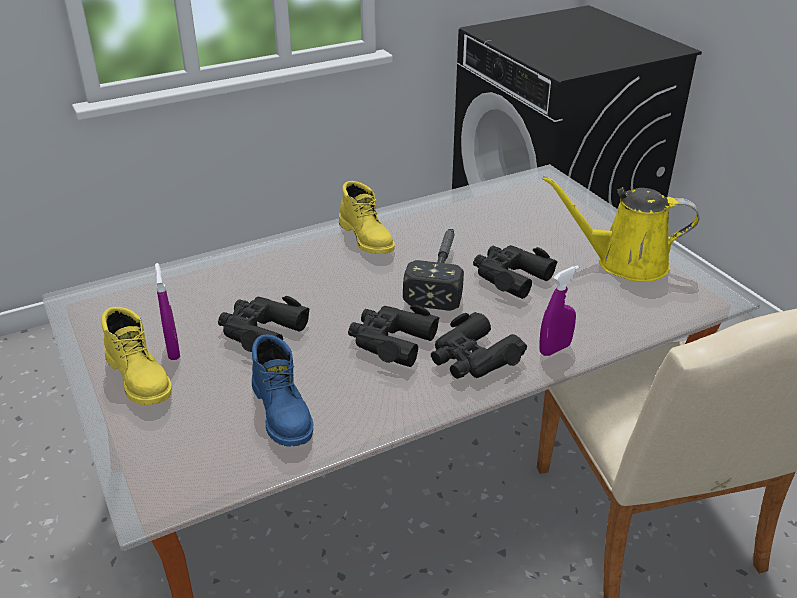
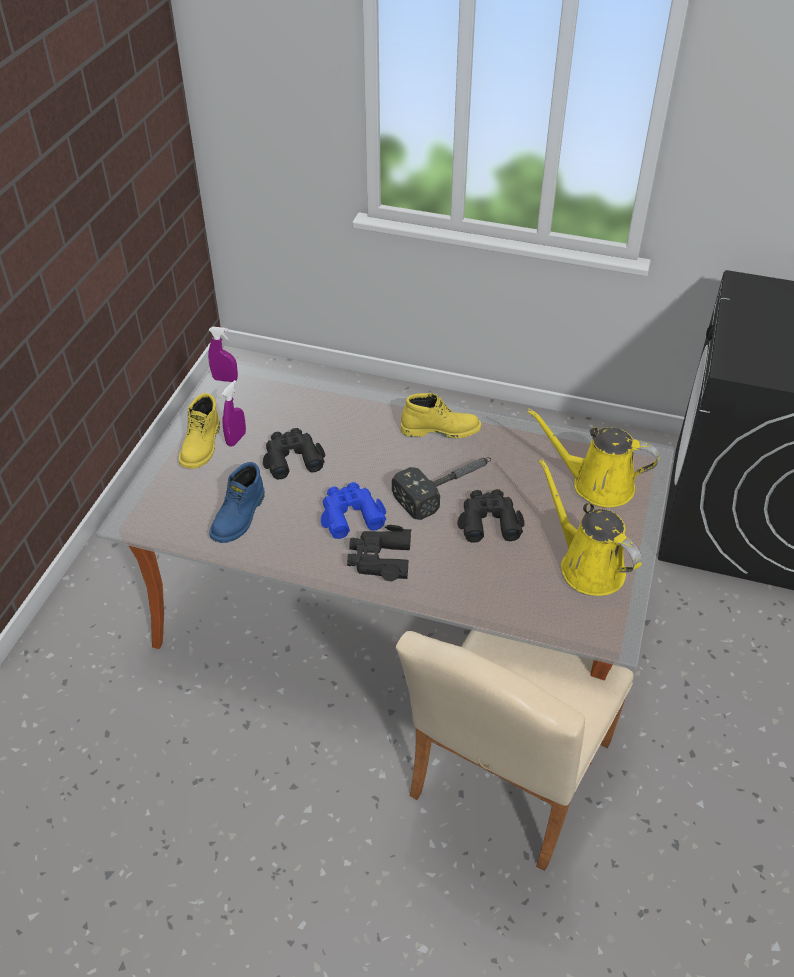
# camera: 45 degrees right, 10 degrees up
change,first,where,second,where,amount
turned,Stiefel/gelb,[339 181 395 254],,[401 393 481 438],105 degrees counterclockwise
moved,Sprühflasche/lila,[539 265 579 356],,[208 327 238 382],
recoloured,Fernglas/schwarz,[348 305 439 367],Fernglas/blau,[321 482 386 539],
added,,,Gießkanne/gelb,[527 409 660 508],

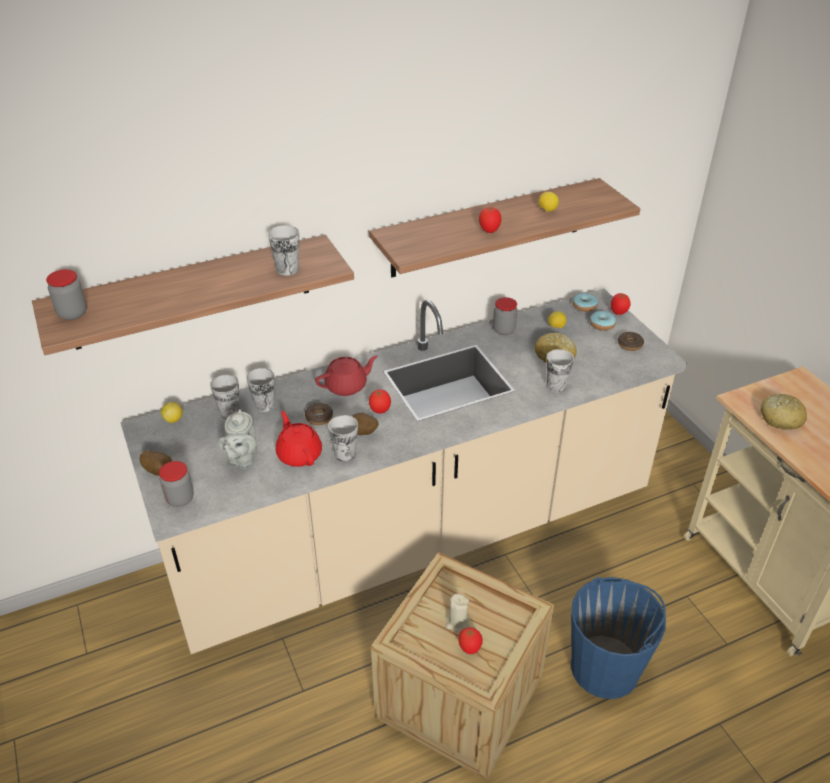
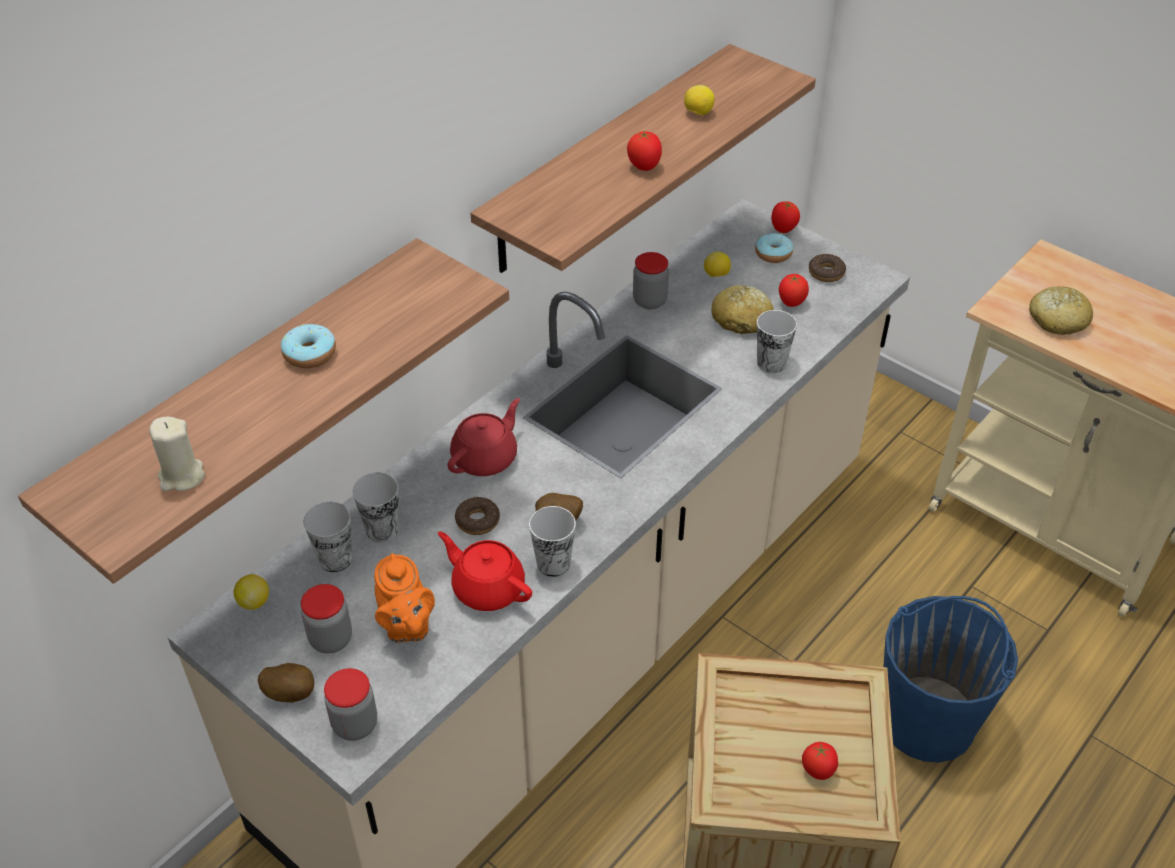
# camera: 25 degrees left, 5 degrees up
change,first,where,second,where,amount
removed,Tasse,[268 225 299 276],,,
moved,Vorratsglas,[46 269 87 320],,[301 584 352 653],
moved,Donut,[573 293 598 312],,[281 324 336 368],
moved,Tomate,[369 390 391 414],,[779 274 809 307],
recoloured,Teekanne/grau,[218 409 257 469],Teekanne/orange,[374 553 435 643],
moved,Kerze/beige,[446 594 470 632],,[150 417 205 491],

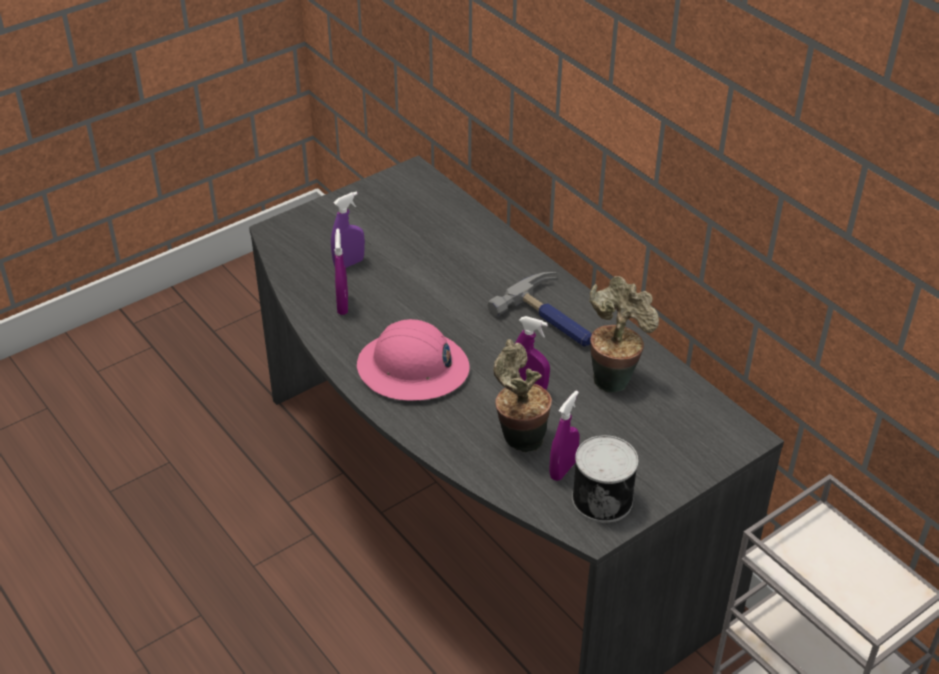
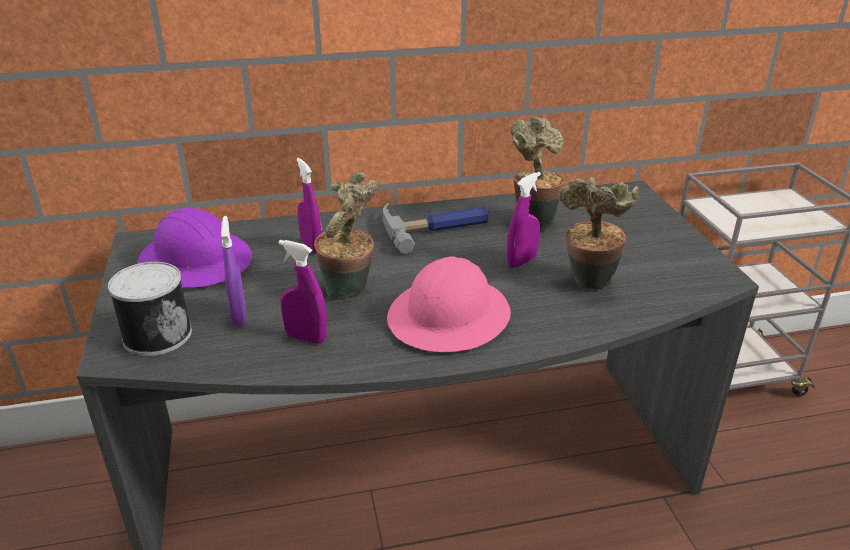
# camera: 65 degrees left, 10 degrees down
change,first,where,second,where,amount
moved,Sprühflasche/lila,[549 390 580 481],,[296 158 322 254],
moved,Dose,[572 435 638 523],,[108 262 192 356],
added,,,Topfpflanze,[314 172 378 298],
added,,,Schutzhelm/lila,[137 207 252 288],

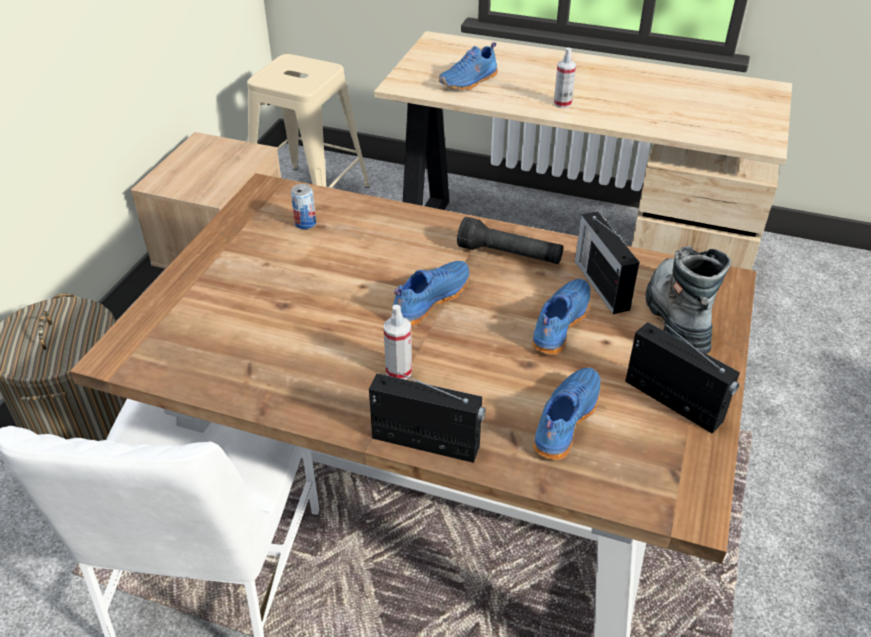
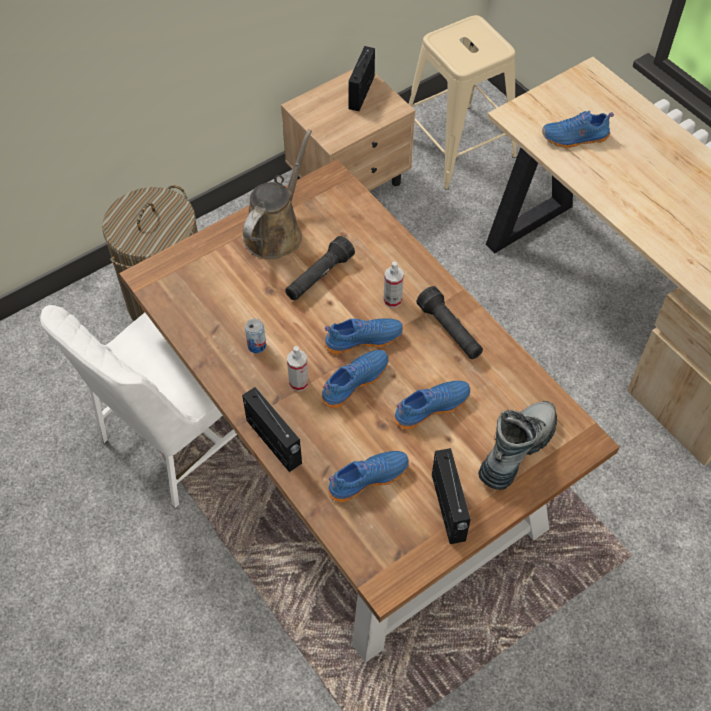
# camera: 35 degrees right, 15 degrees up
change,first,where,second,where,amount
moved,Sprühflasche,[554 47 576 108],,[383 261 404 308],
moved,Dose,[291 184 316 229],,[245 319 266 353],
moved,Radio,[575 211 639 314],,[348 46 375 111],
added,,,Gießkanne/braun,[243 130 312 259],
added,,,Taschenlampe/schwarz,[285 236 355 300],
added,,,Schuh/blau,[321 350 389 408],

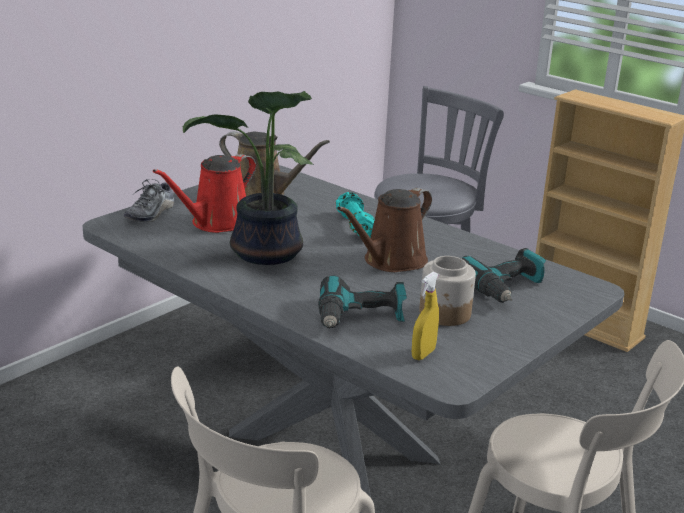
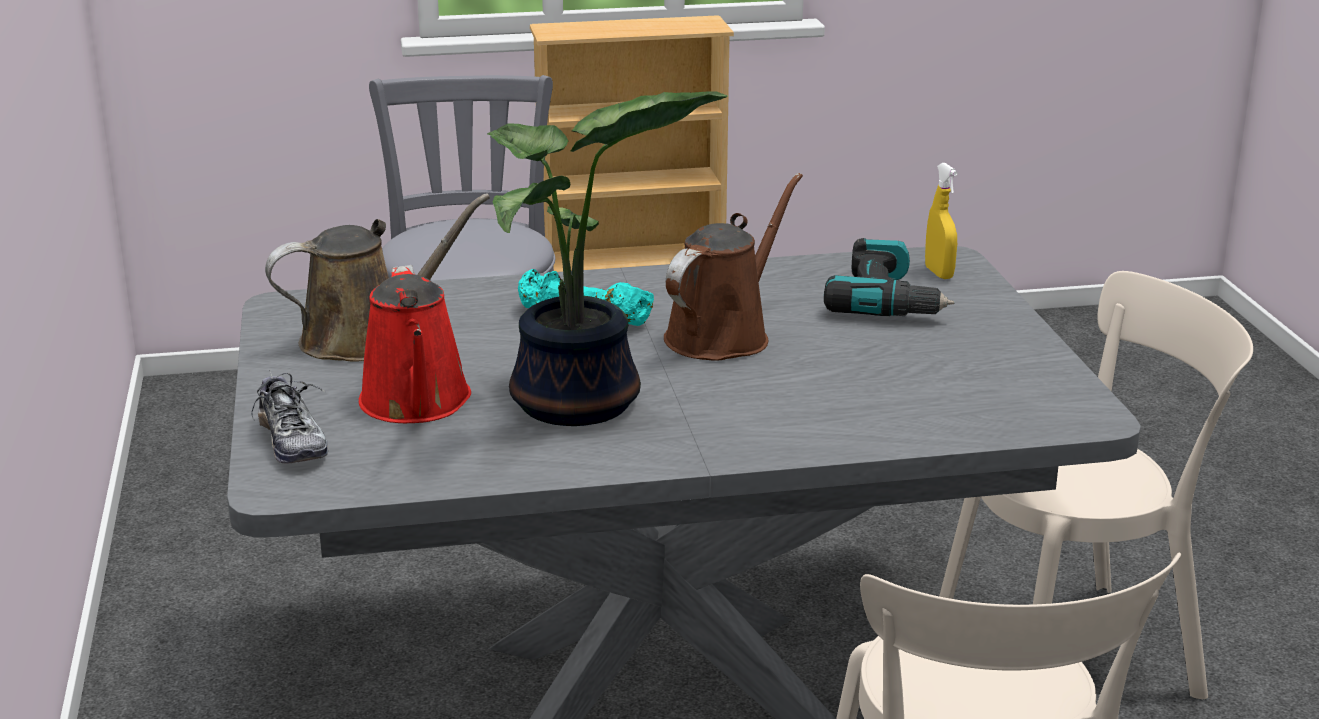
# camera: 50 degrees left, 0 degrees up
change,first,where,second,where,amount
turned,Gießkanne/braun,[337 188 432 272],,[664 173 803 361],135 degrees counterclockwise
removed,Vorratsglas,[419 256 476 326],,,
moved,Sprühflasche/gelb,[412 272 439 360],,[925 163 957 279],
removed,Bohrmaschine,[318 275 407 328],,,

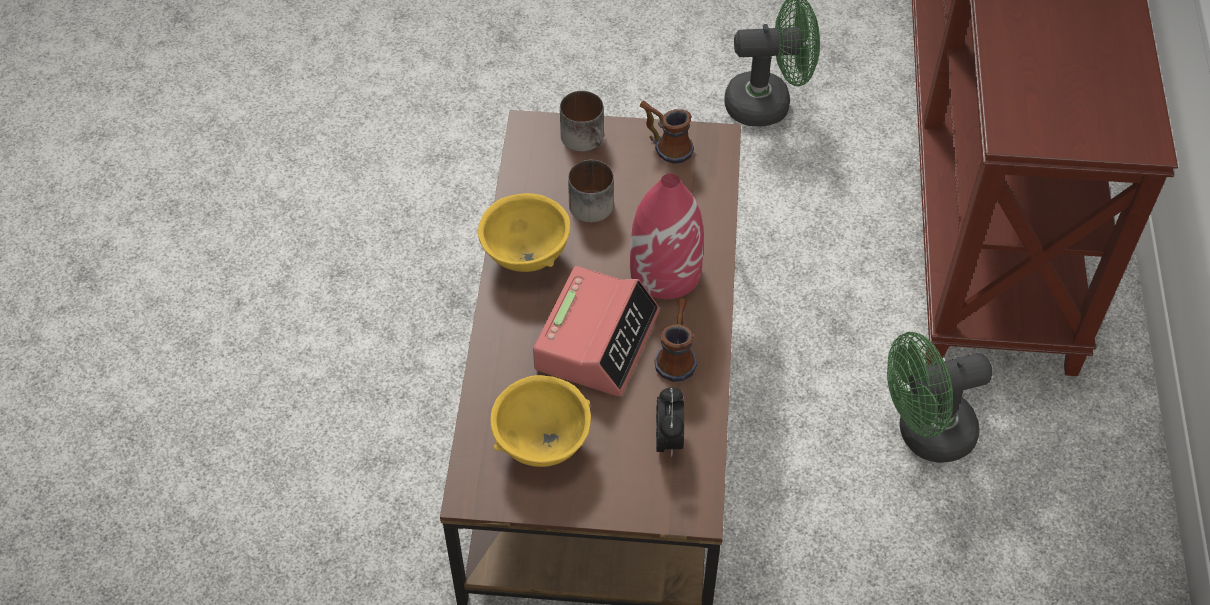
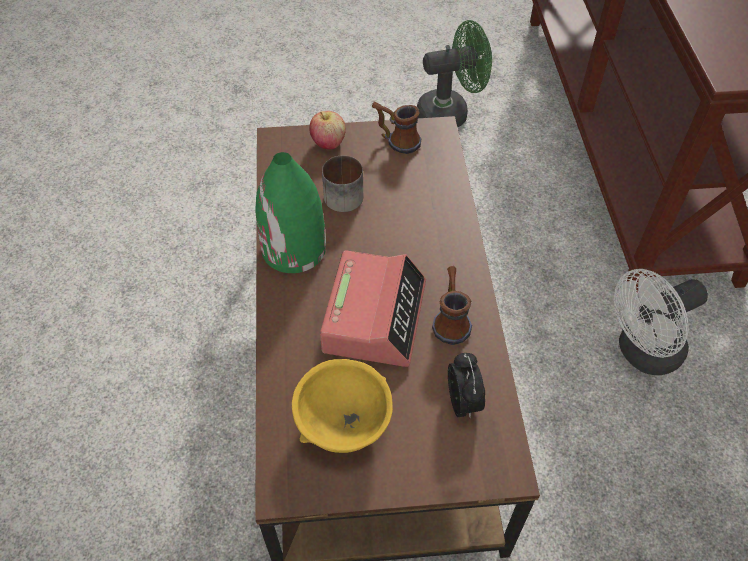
# camera: 10 degrees left, 0 degrees up
change,first,where,second,where,amount
replaced,Henkelbecher,[560 91 604 152],Apfel,[309 111 346 149],
removed,Vase/rot,[630 174 704 299],,,
replaced,Schüssel/gelb,[478 193 570 272],Vase/grün,[255 152 326 273],
recoloured,Ventilator/grün,[887 332 993 463],Ventilator/weiß,[614 269 708 375],

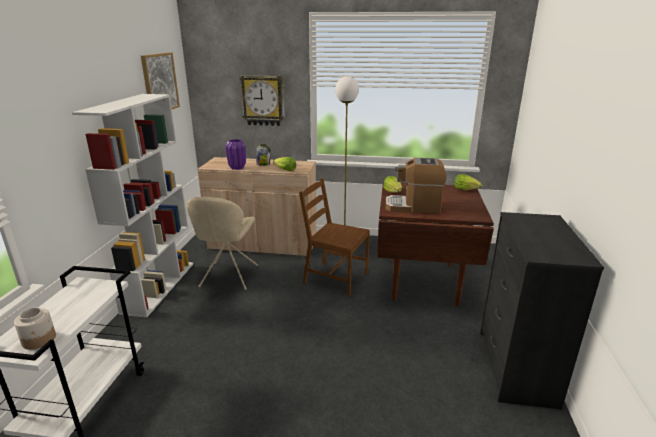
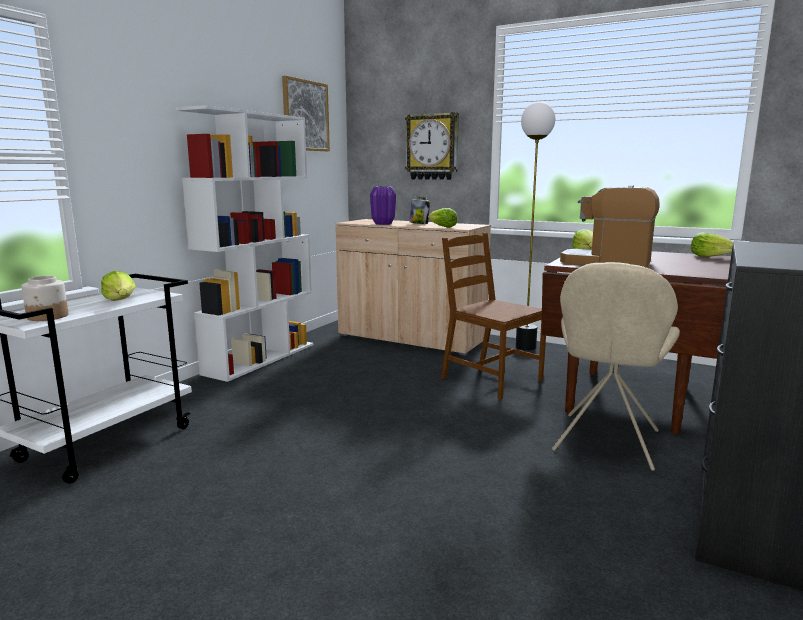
# camera: 20 degrees right, 10 degrees down
change,first,where,second,where,amount
moved,Stuhl/beige,[187 197 258 290],,[552 262 680 471],
added,,,Salatkopf,[101 271 136 301],

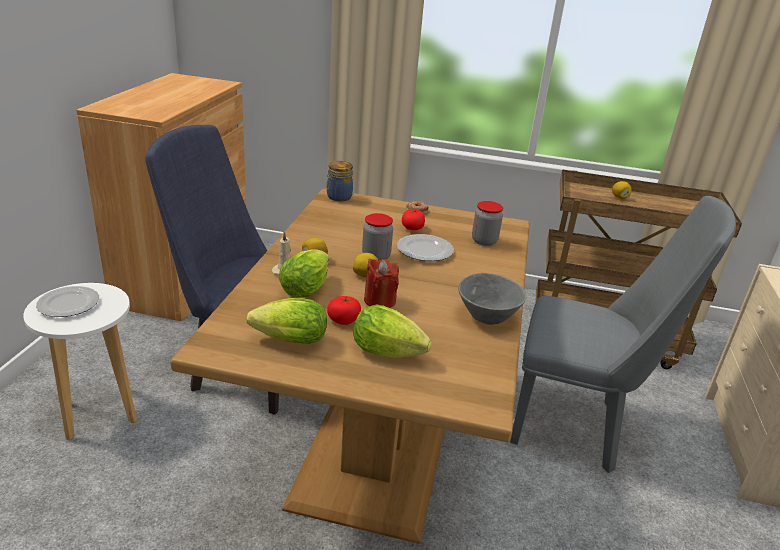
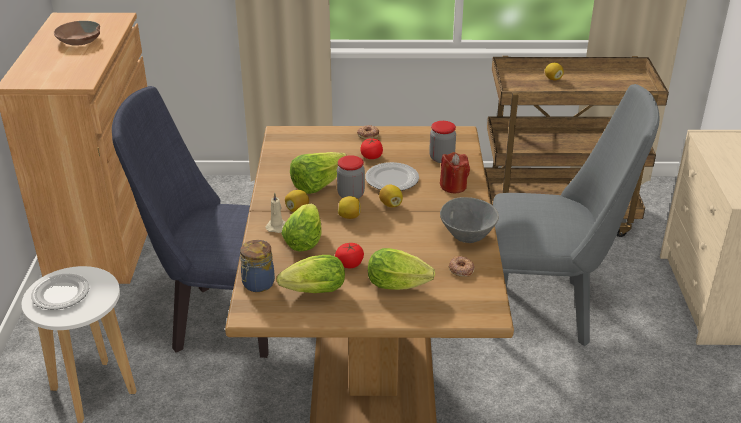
# camera: 10 degrees left, 5 degrees up
change,first,where,second,where,amount
moved,Vorratsglas,[326 161 353 201],,[240 240 275 292],
moved,Kerze/rot,[364 259 399 308],,[440 152 470 193],
added,,,Schüssel/braun,[54 21 100 46],
added,,,Salatkopf,[290 152 347 194],
added,,,Zitrone,[379 185 403 207],
added,,,Donut,[448 256 475 277],

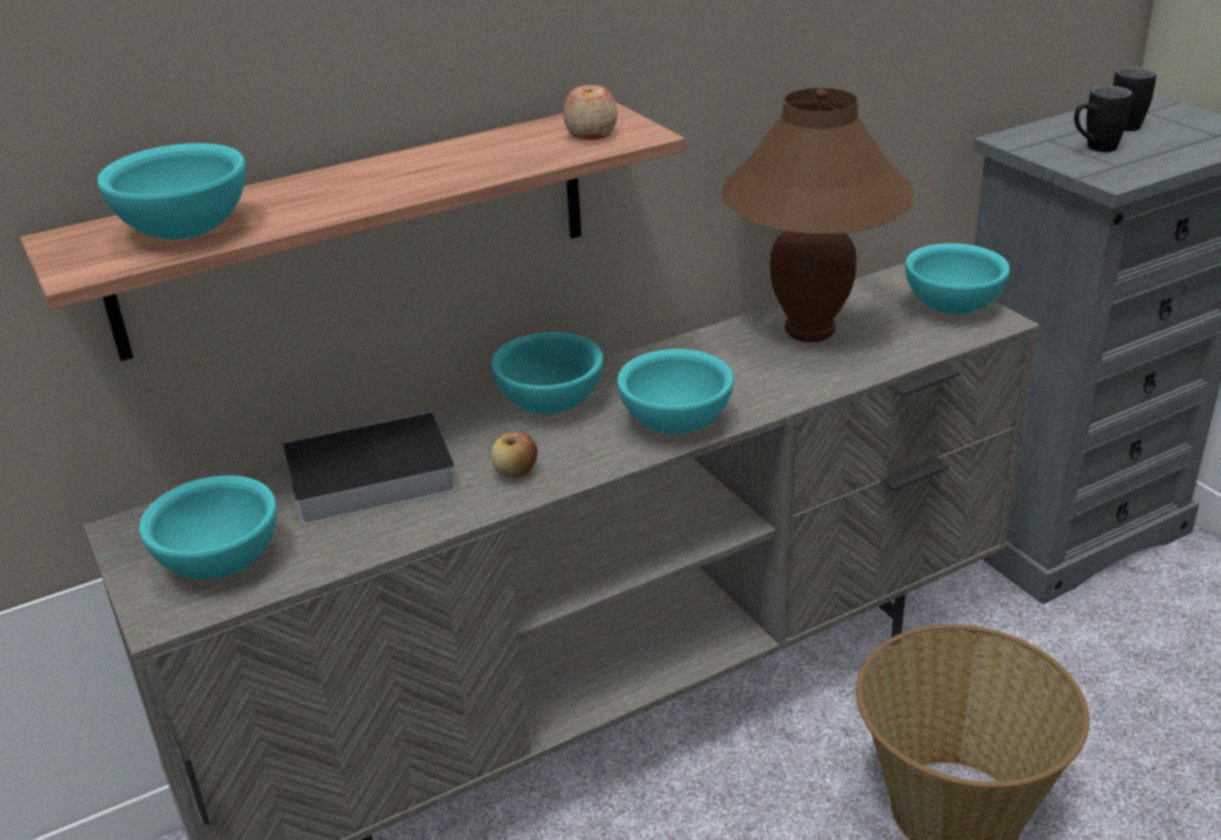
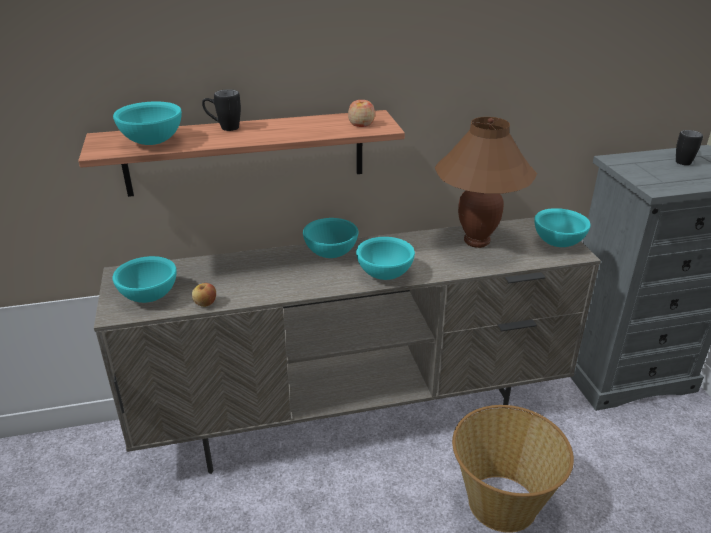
# camera: 15 degrees right, 0 degrees up
change,first,where,second,where,amount
moved,Henkelbecher/schwarz,[1074 86 1133 152],,[202 89 241 131],
removed,Buch,[259 411 457 525],,,
moved,Apfel,[491 432 538 479],,[192 283 216 307],

